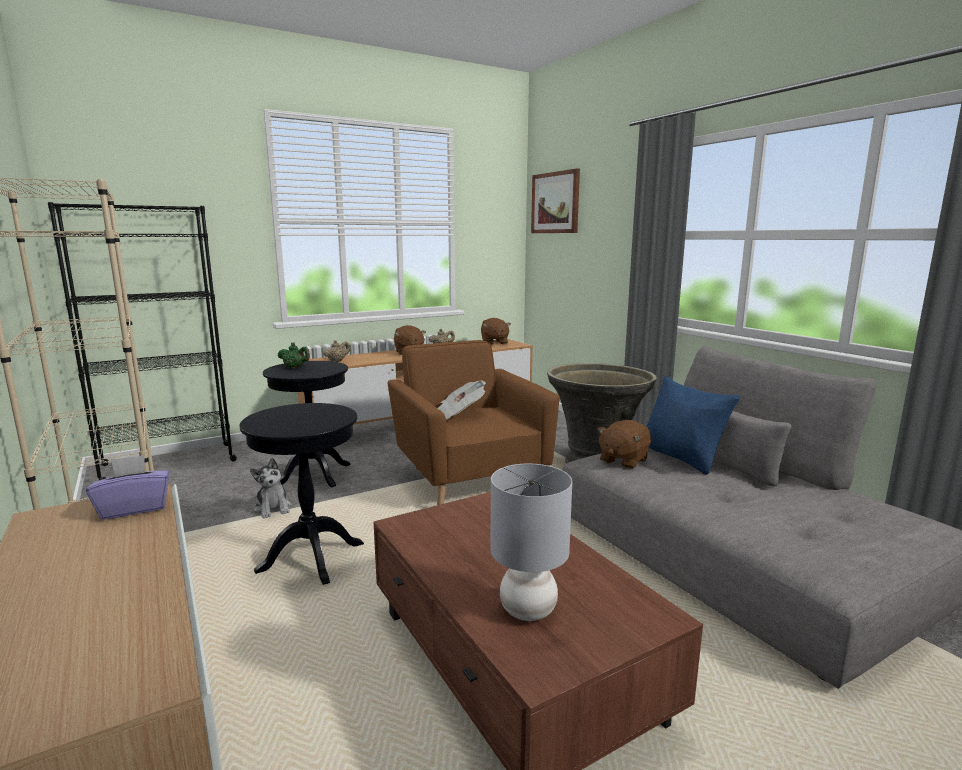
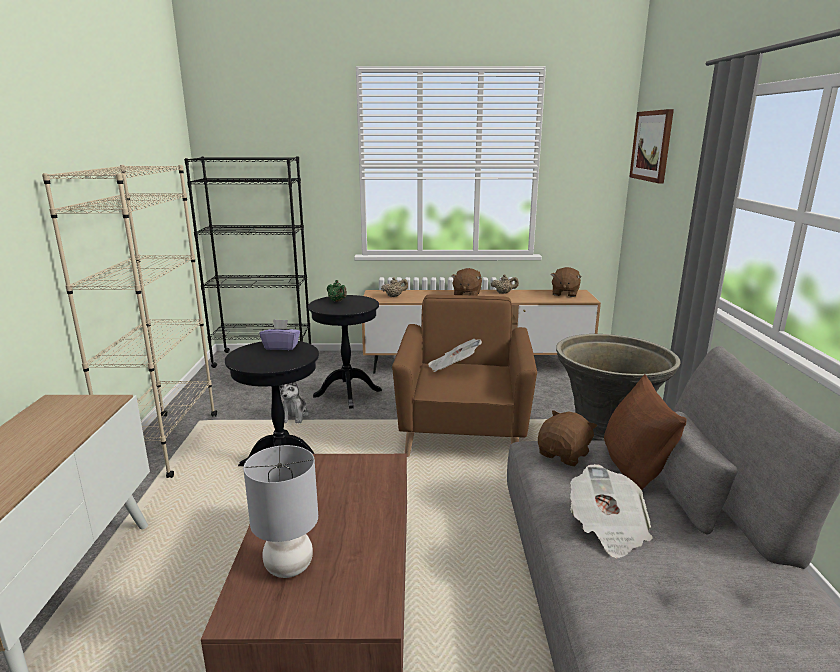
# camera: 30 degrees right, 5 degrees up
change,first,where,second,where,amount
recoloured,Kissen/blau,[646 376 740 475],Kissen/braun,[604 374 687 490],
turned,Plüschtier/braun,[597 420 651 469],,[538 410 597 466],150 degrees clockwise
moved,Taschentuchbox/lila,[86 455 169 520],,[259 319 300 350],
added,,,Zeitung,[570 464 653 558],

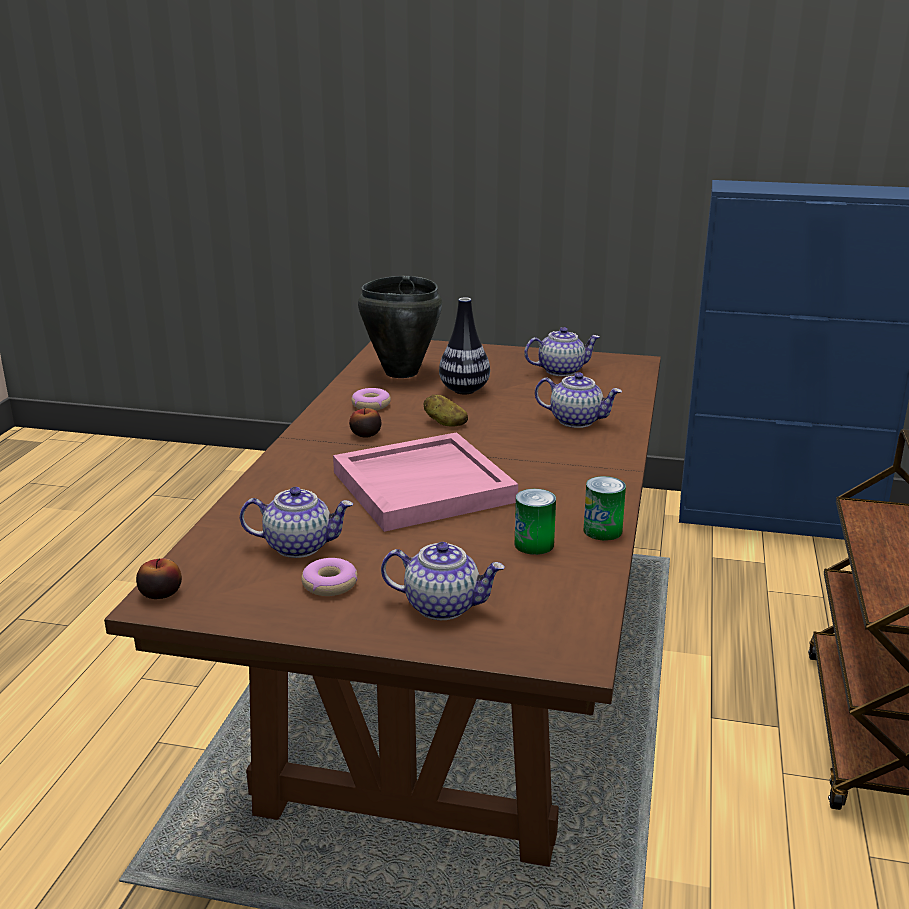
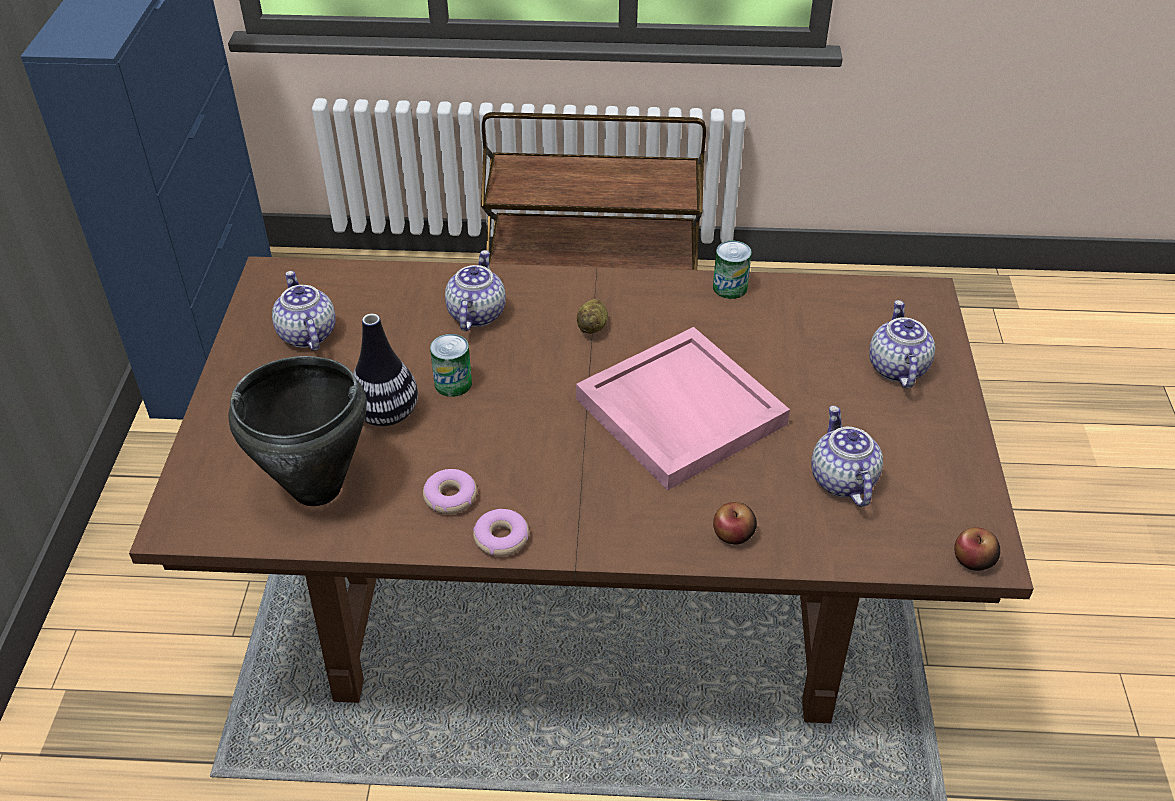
# camera: 100 degrees left, 20 degrees up
change,first,where,second,where,amount
moved,Kartoffel,[424 395 468 426],,[577 299 608 334],
moved,Apfel,[349 407 381 438],,[713 502 757 545],
moved,Dose,[515 489 556 555],,[430 334 472 397],
moved,Donut,[302 558 357 596],,[473 509 529 557],

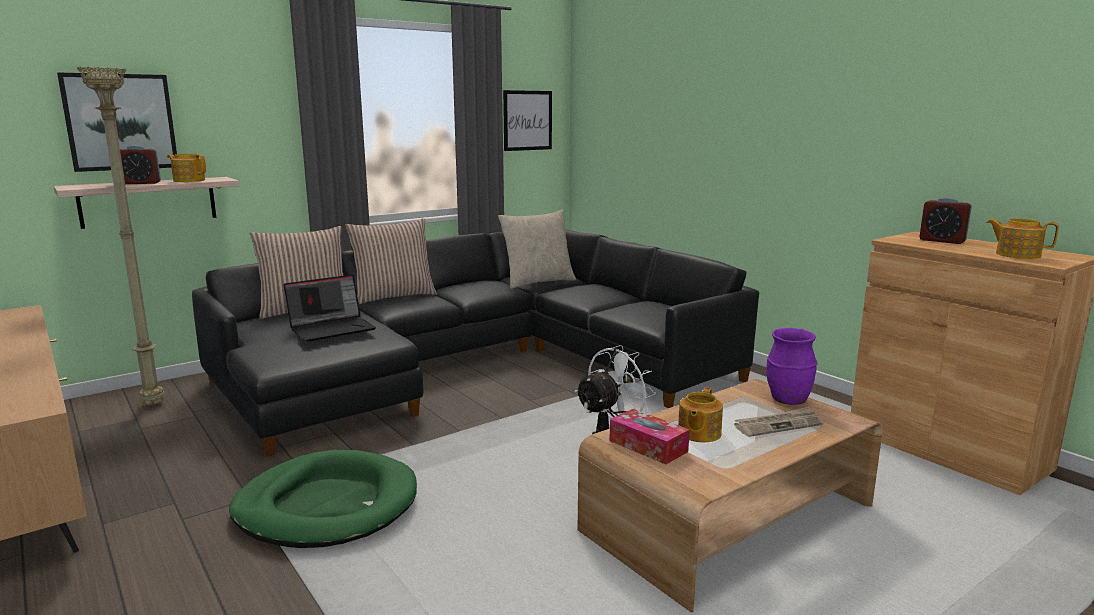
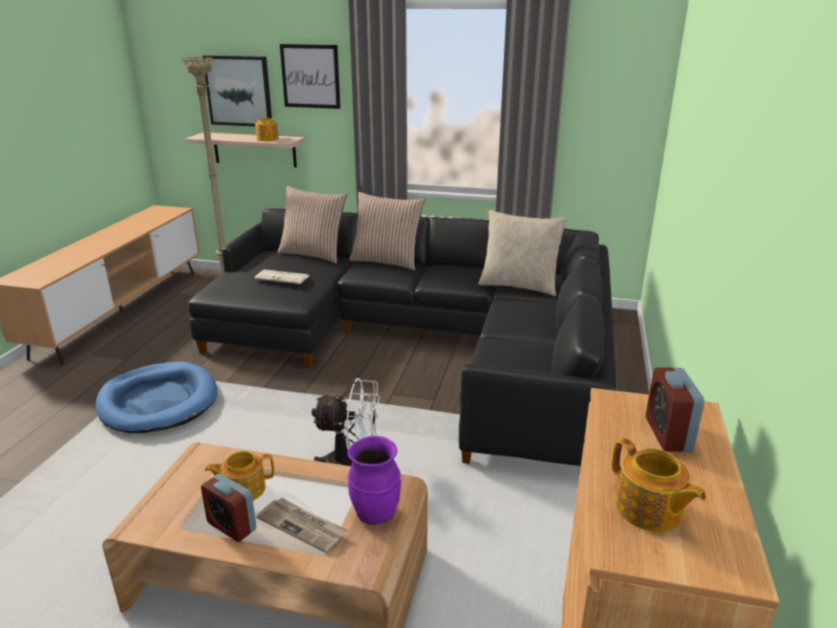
# camera: 50 degrees right, 10 degrees up
change,first,where,second,where,amount
moved,Bild,[503 90 552 151],,[280 44 340 109],
moved,Wecker,[120 145 161 184],,[201 474 256 542],
turned,Teekanne,[986 219 1059 259],,[612 438 706 532],150 degrees clockwise
replaced,Laptop,[283 274 376 342],Zeitung,[254 270 310 284],
removed,Taschentuchbox,[609 409 690 465],,,
recoloured,Hundebett/grün,[229 450 417 548],Hundebett/blau,[95 362 218 433],

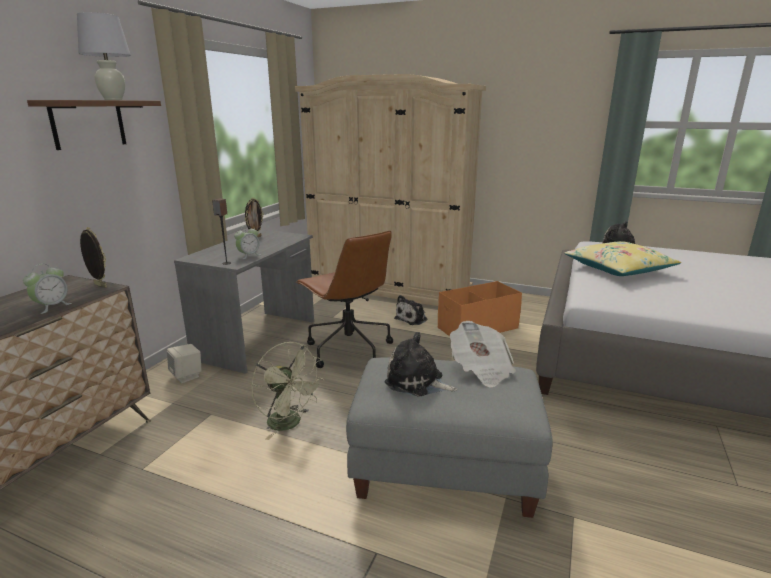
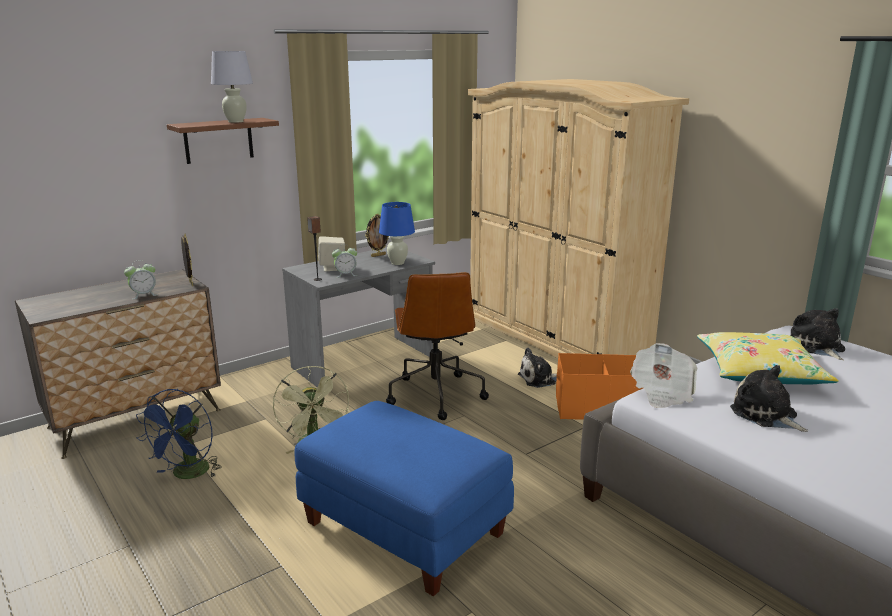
# camera: 30 degrees right, 0 degrees up
change,first,where,second,where,amount
moved,Zeitung,[450 321 516 388],,[630 343 698 408],
moved,Plüschtier,[385 332 457 397],,[730 365 808 432],
moved,Lautsprecher/beige,[167 344 202 383],,[318 237 345 271],
recoloured,Polsterhocker/grau,[346 357 552 518],Polsterhocker/blau,[294 401 514 597],
added,,,Tischlampe/blau,[379 202 415 265],
added,,,Ventilator/blau,[136 389 222 479],

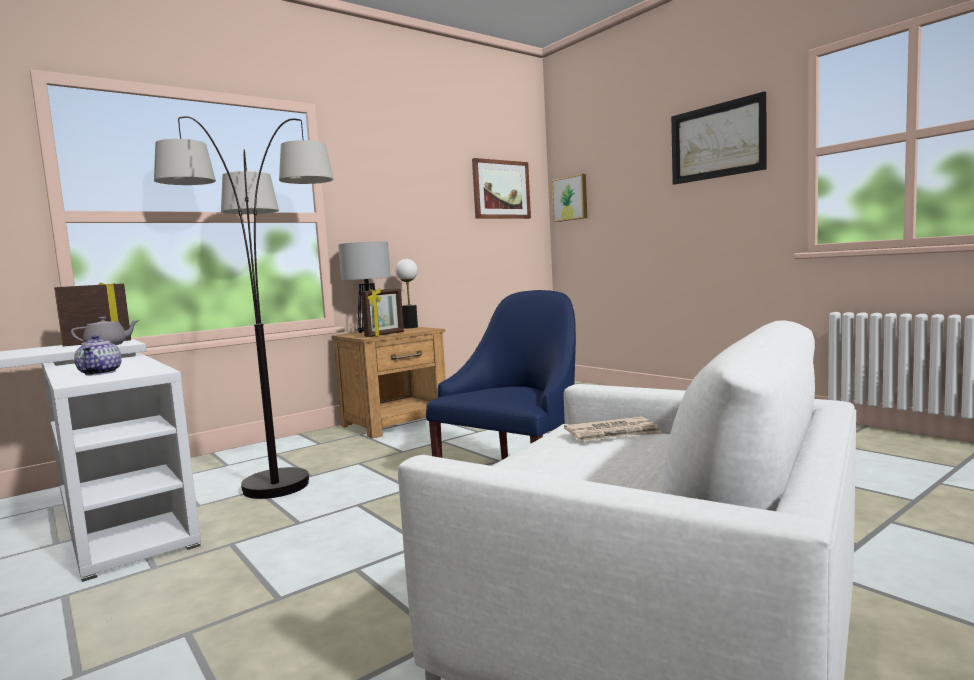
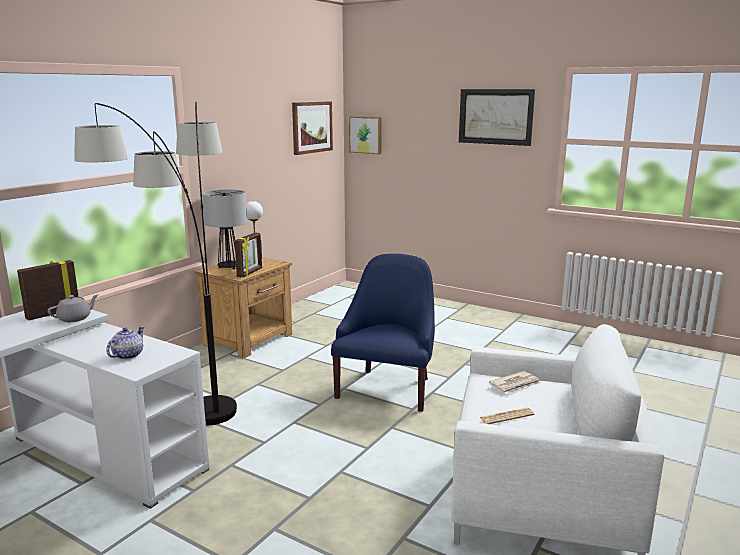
# camera: 20 degrees left, 10 degrees up
change,first,where,second,where,amount
turned,Teekanne,[74 335 122 376],,[106 326 144 359],120 degrees counterclockwise
added,,,Zeitung,[480 408 535 424],

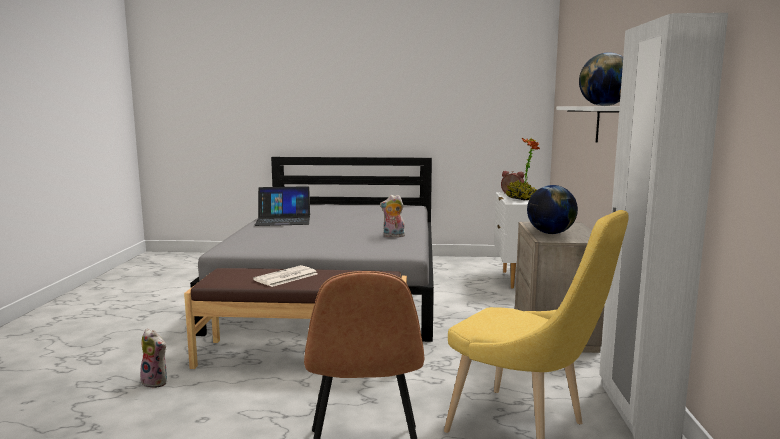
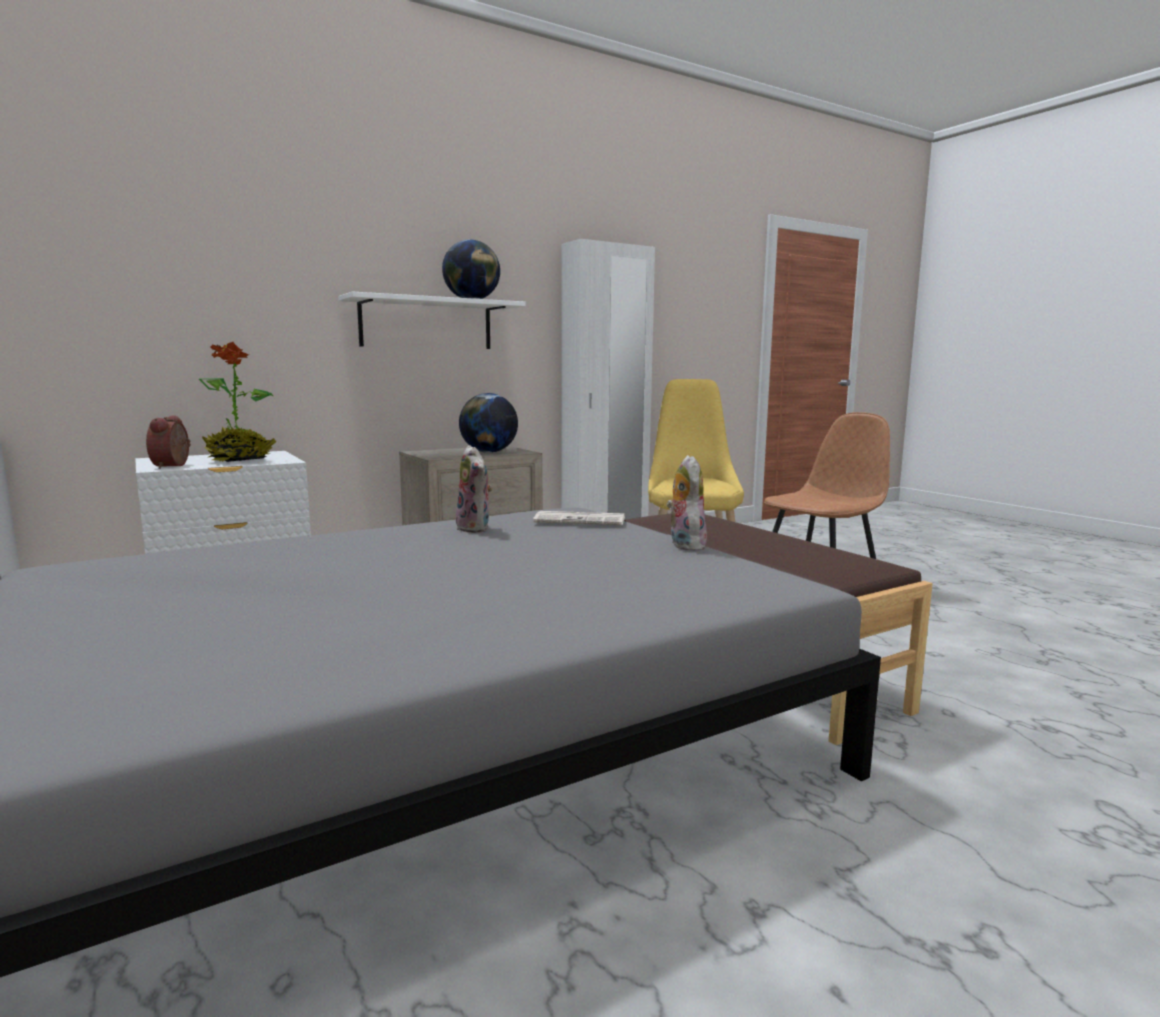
# camera: 125 degrees left, 0 degrees up
change,first,where,second,where,amount
removed,Laptop,[254 186 310 226],,,
moved,Zeitung,[253 265 318 287],,[533 511 625 525],
moved,Plüschtier,[140 328 167 388],,[666 455 707 551],

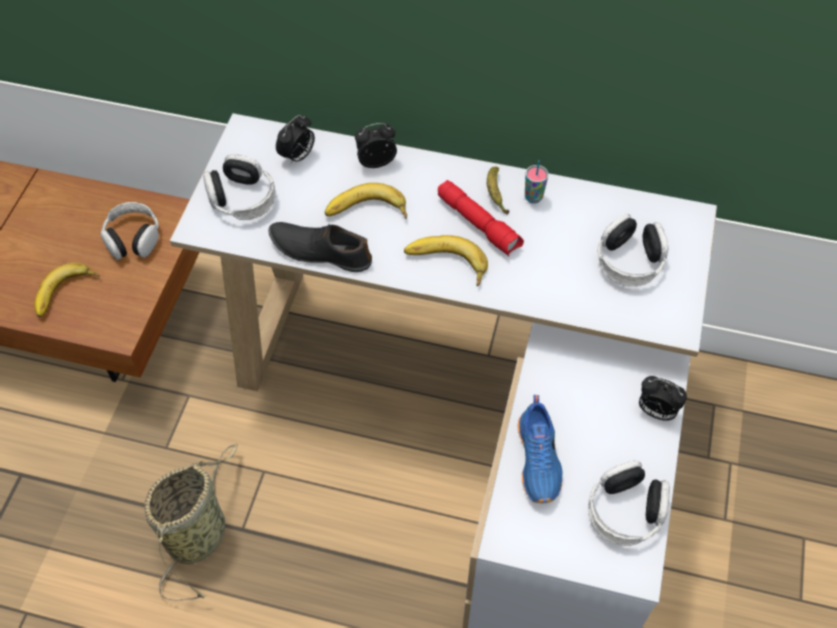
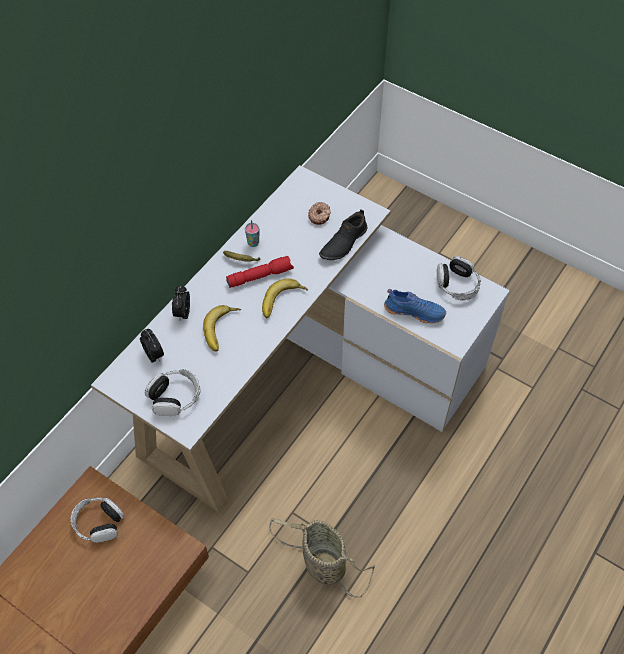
# camera: 70 degrees left, 0 degrees up
change,first,where,second,where,amount
replaced,Kopfhörer,[597 214 668 286],Donut,[308 202 331 225],
moved,Schuh/schwarz,[268 222 372 272],,[319 209 368 260],
removed,Banane,[34 263 100 318],,,
removed,Wecker,[639 376 687 421],,,

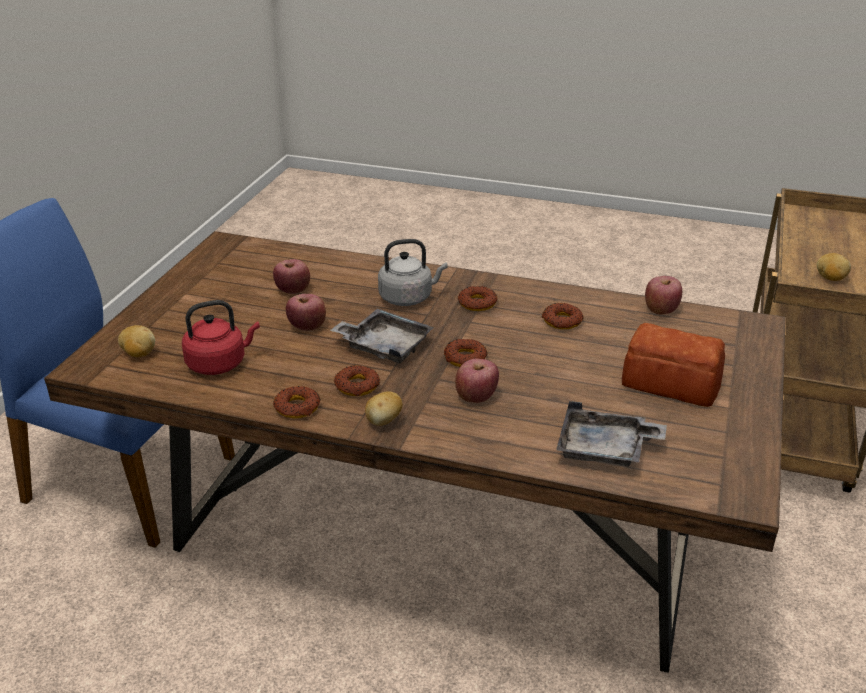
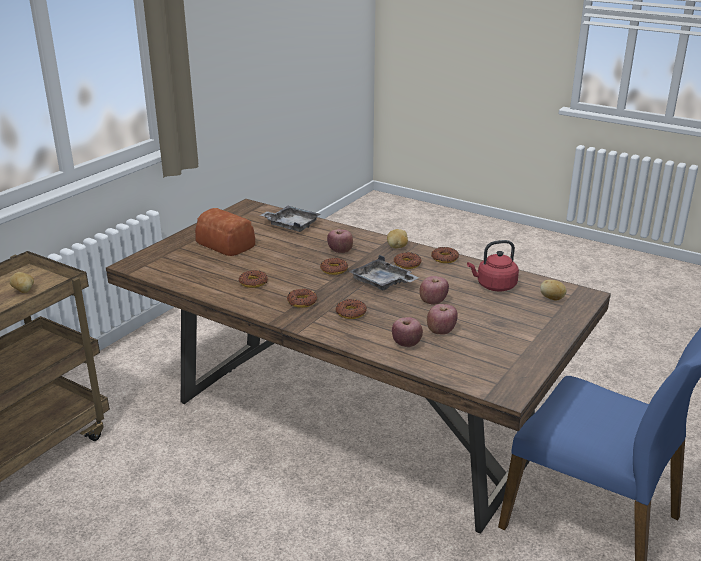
# camera: 165 degrees left, 5 degrees down
change,first,where,second,where,amount
replaced,Wasserkessel/grau,[378 239 448 306],Donut,[335 299 367 319],
moved,Apfel,[645 276 682 314],,[392 317 423 347],

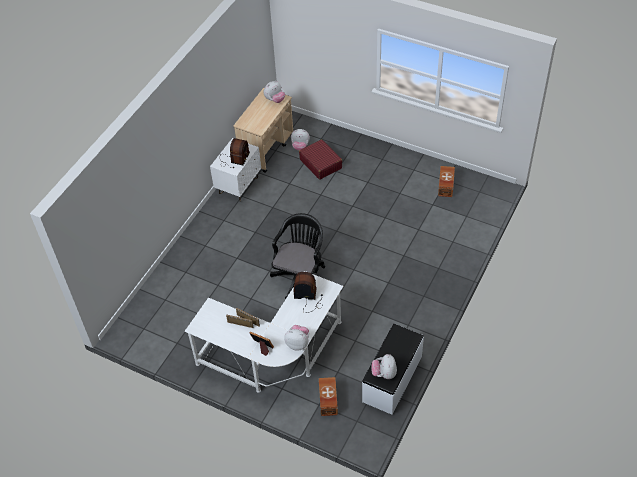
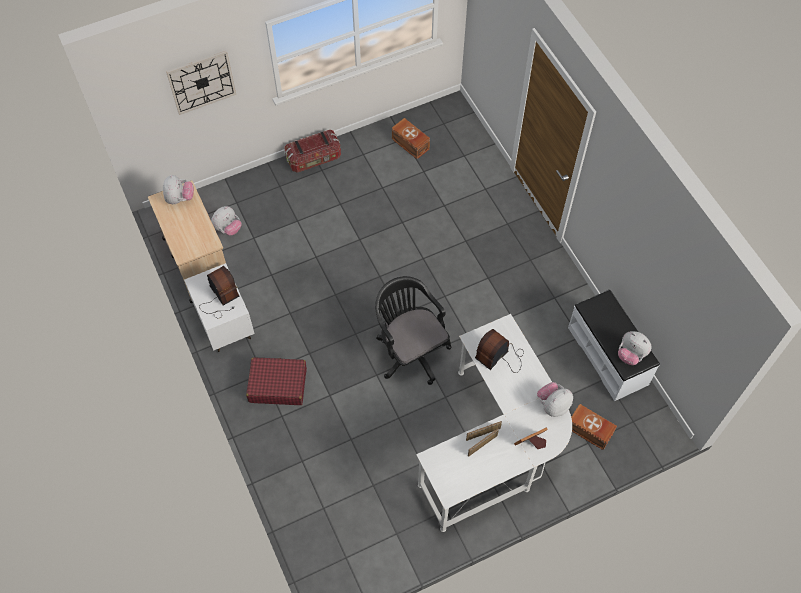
# camera: 55 degrees left, 10 degrees up
change,first,where,second,where,amount
moved,Koffer/rot,[299 139 342 180],,[246 357 307 405],
added,,,Wanduhr,[166 51 236 115],
added,,,Aufbewahrungsbox,[284 130 341 173],

